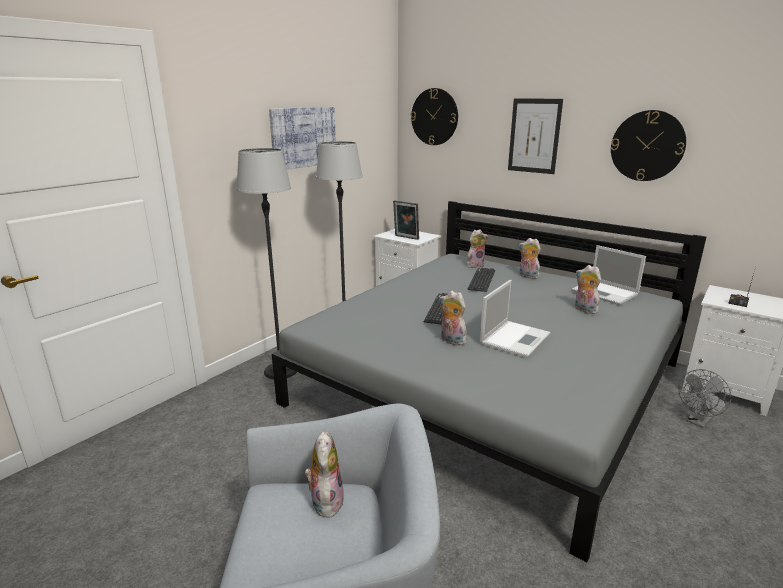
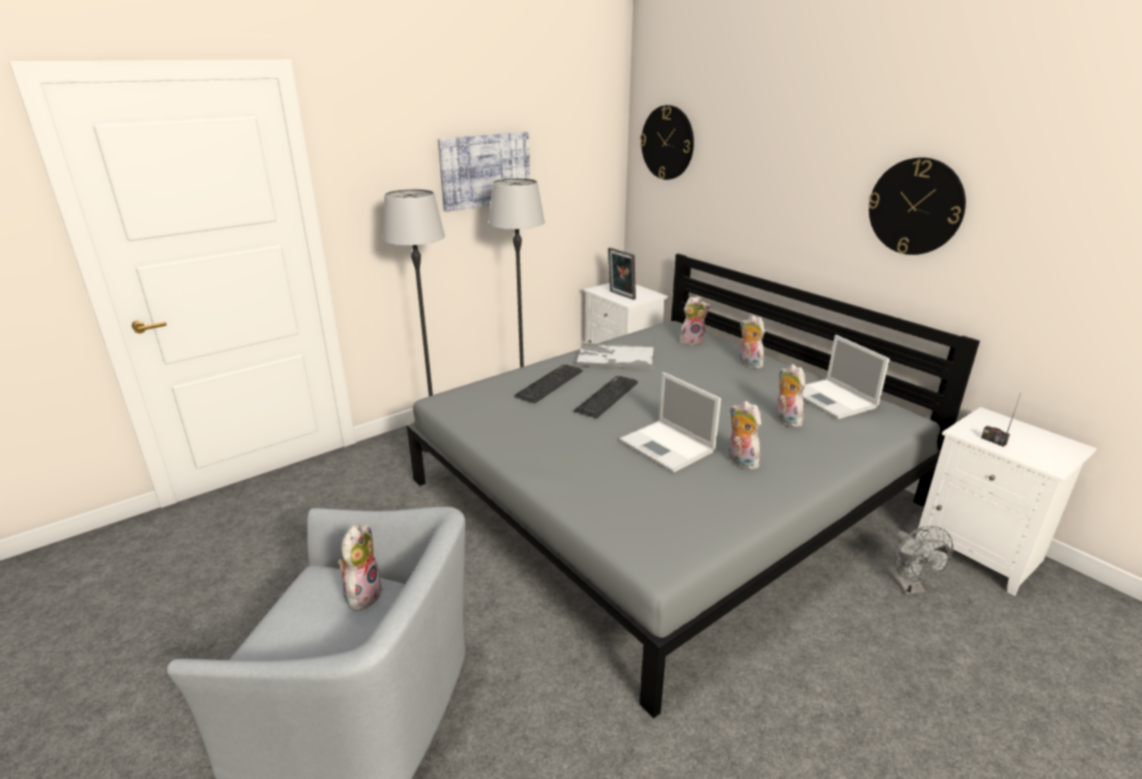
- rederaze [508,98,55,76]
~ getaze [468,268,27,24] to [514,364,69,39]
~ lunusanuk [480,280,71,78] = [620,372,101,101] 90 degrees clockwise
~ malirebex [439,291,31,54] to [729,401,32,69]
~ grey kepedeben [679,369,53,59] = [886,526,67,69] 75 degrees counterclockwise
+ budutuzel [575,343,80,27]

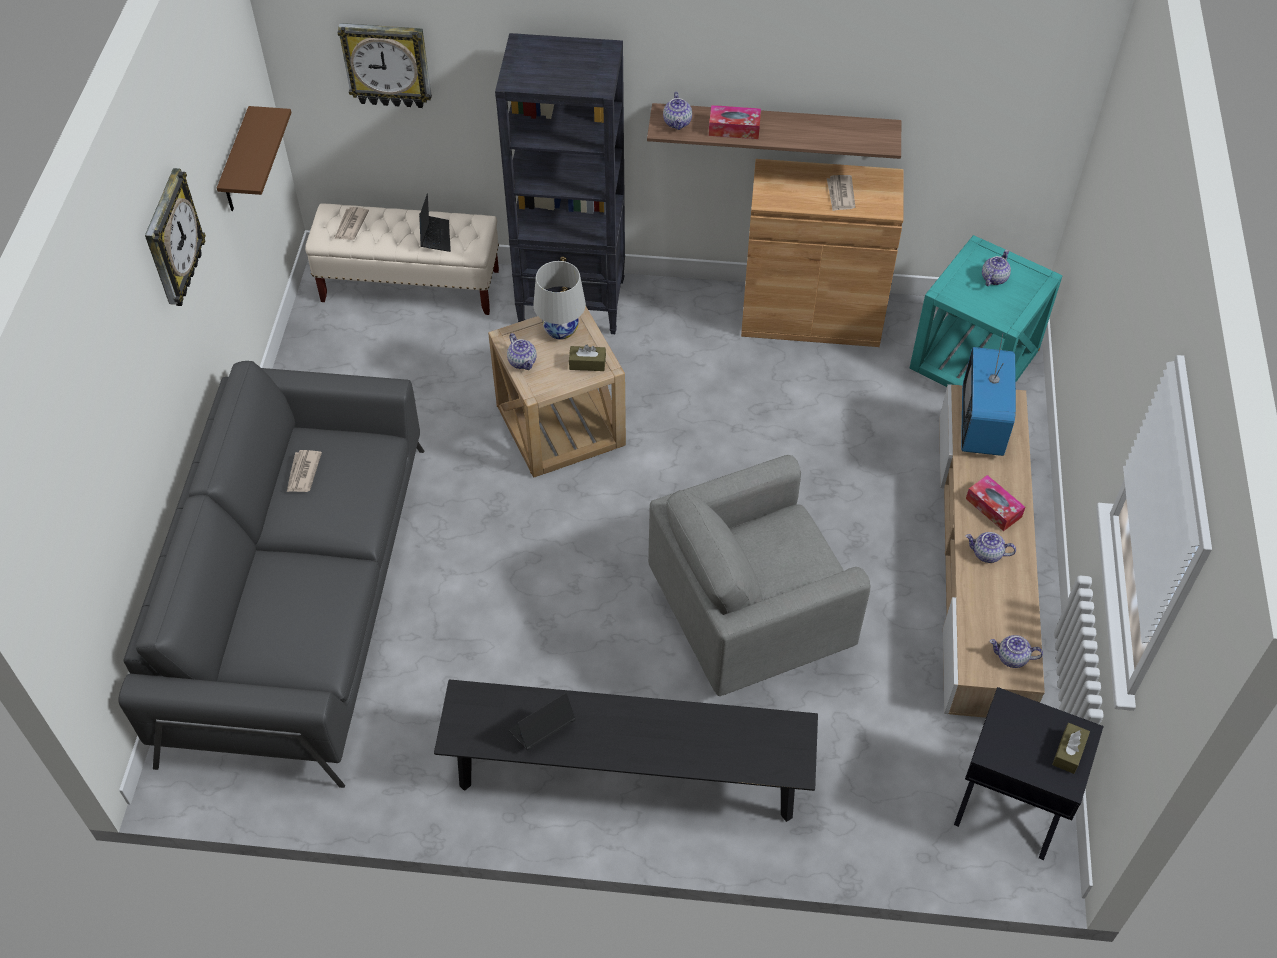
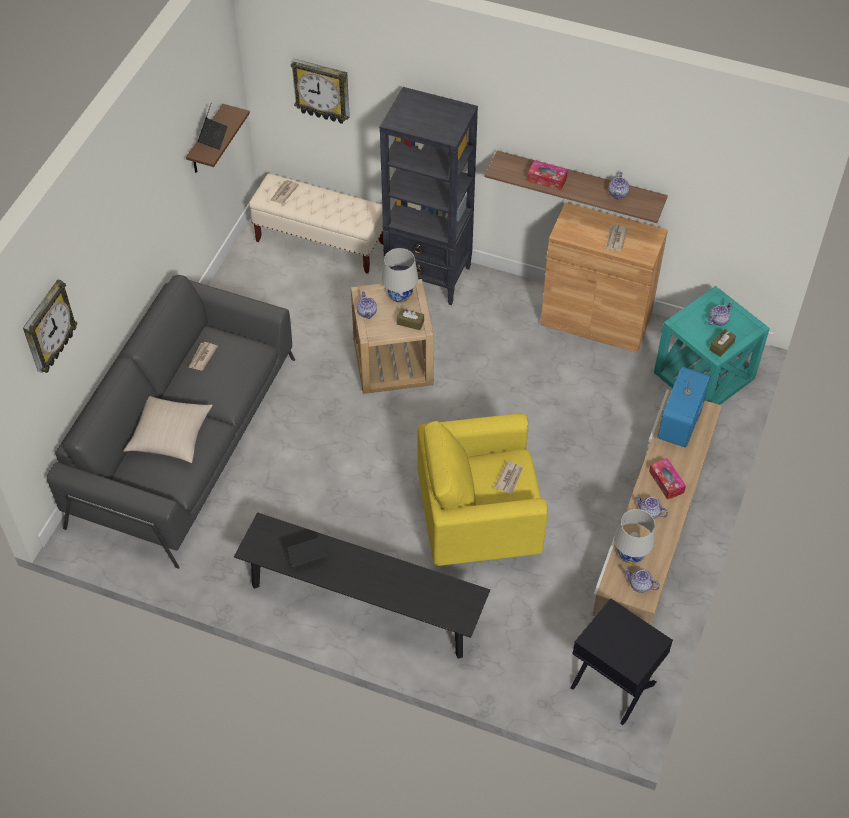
~ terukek [663,92,29,38] to [608,172,21,28]
~ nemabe [145,168,61,138] to [23,279,55,94]
~ lunusanuk [419,193,32,59] to [197,104,31,46]
~ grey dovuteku [648,455,222,241] to yellow dovuteku [417,413,131,153]
~ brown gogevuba [1052,723,38,51] to [710,329,26,28]
+ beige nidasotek [124,396,89,67]
+ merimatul [494,461,29,32]
+ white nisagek [614,509,41,55]

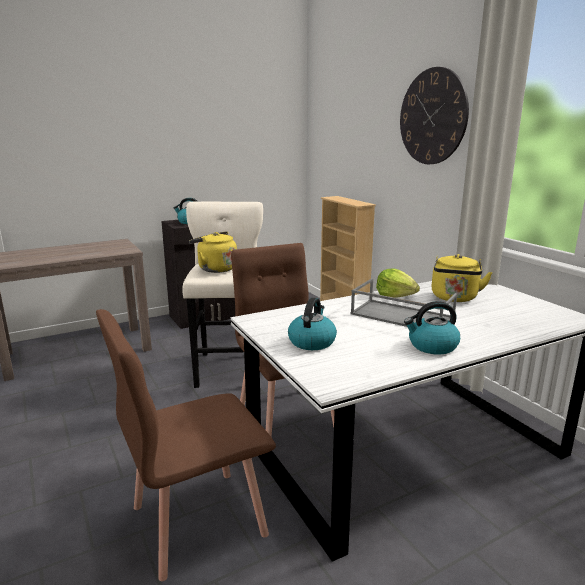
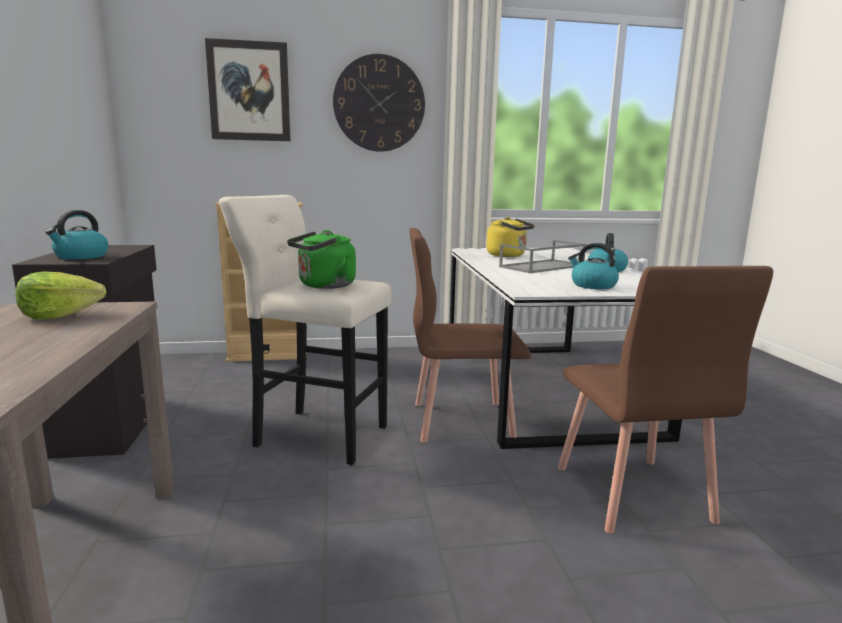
~ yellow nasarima [189,231,48,42] to green nasarima [287,230,69,59]
~ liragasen [376,268,44,30] to [15,272,91,47]
+ rederaze [205,38,86,103]

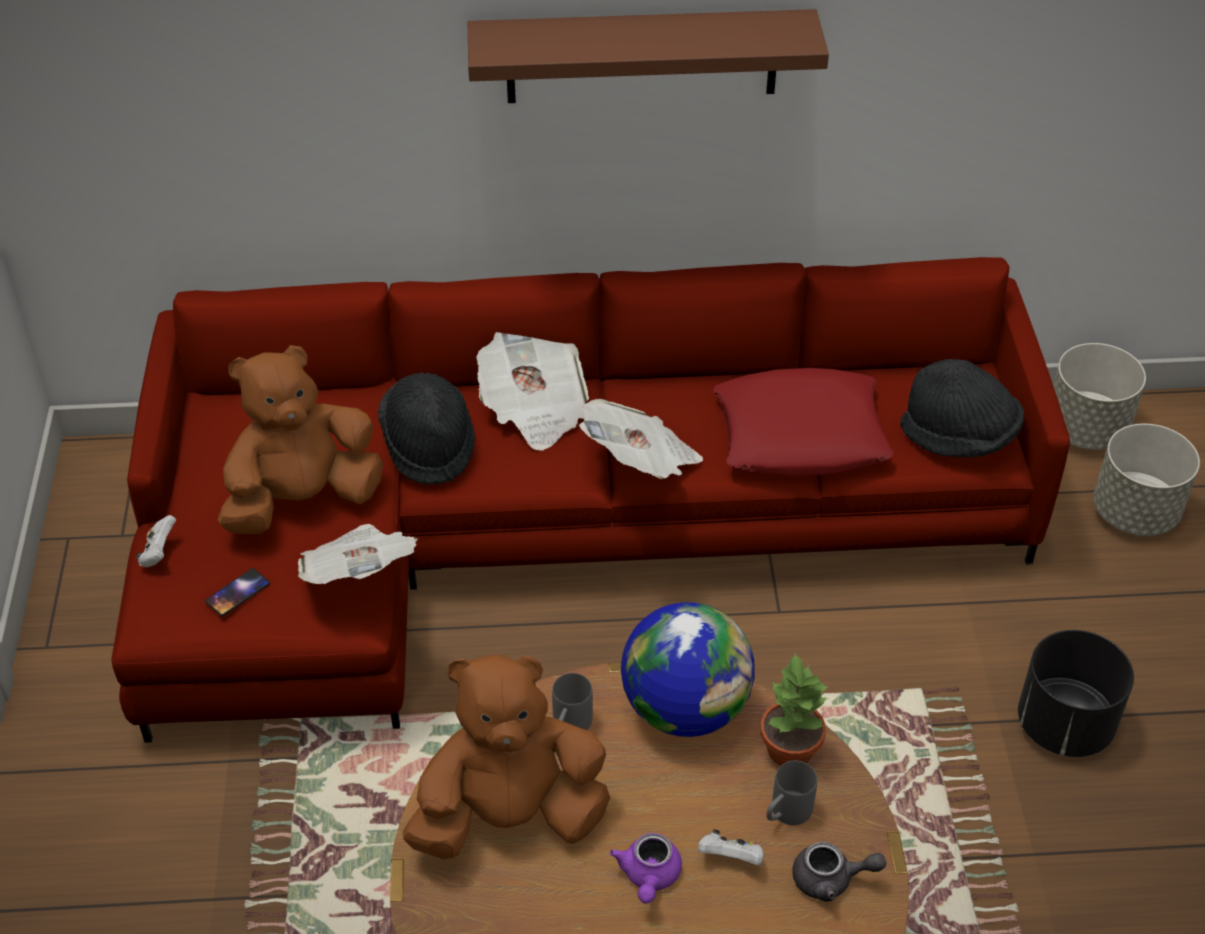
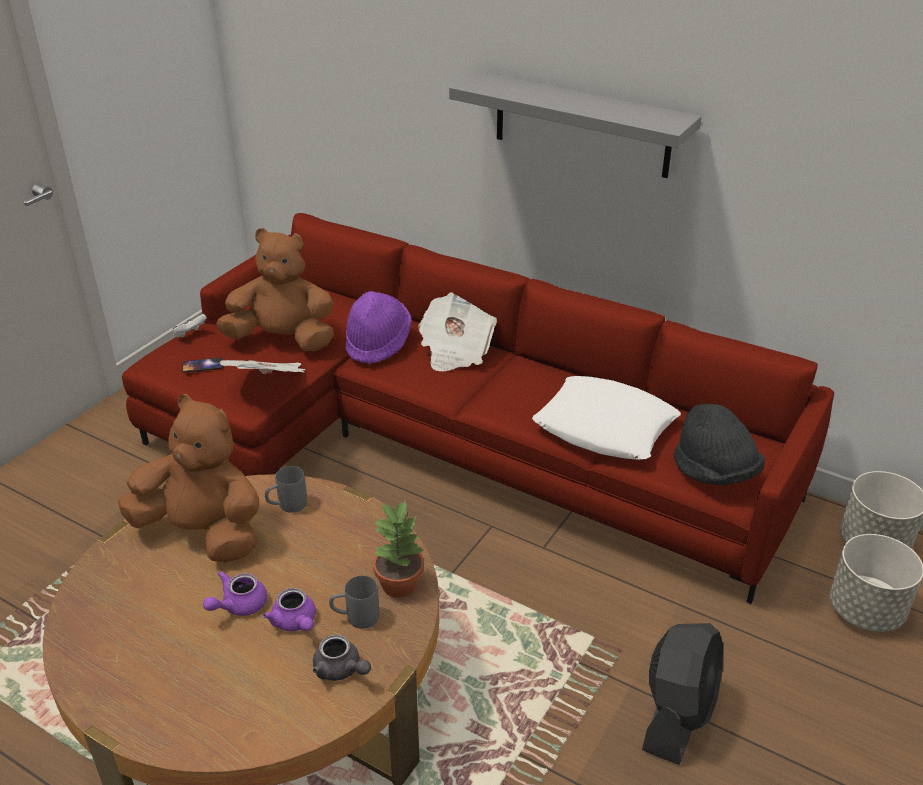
~ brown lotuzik [468,9,361,94] to grey lotuzik [449,72,253,106]
~ red nidasotek [713,368,181,108] to white nidasotek [532,376,149,84]
~ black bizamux [378,372,98,113] to purple bizamux [346,291,66,73]
- merimatul [579,399,124,80]
- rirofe [621,602,134,135]
~ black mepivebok [1018,630,116,127] to black kepedeben [642,623,81,142]
~ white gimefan [698,829,66,36] to purple terukek [263,588,53,43]

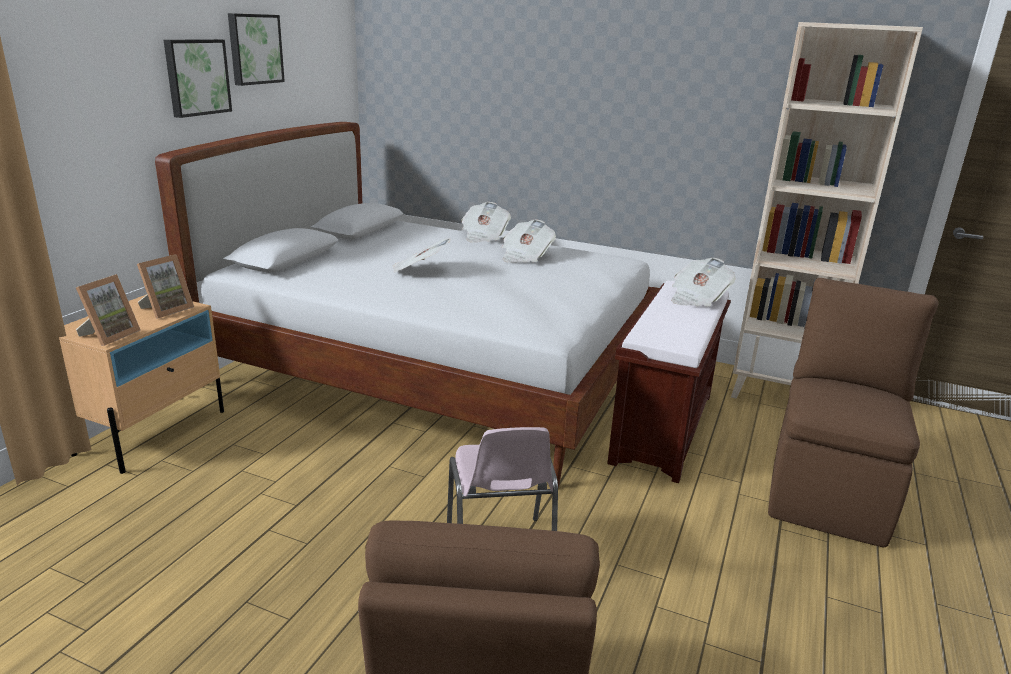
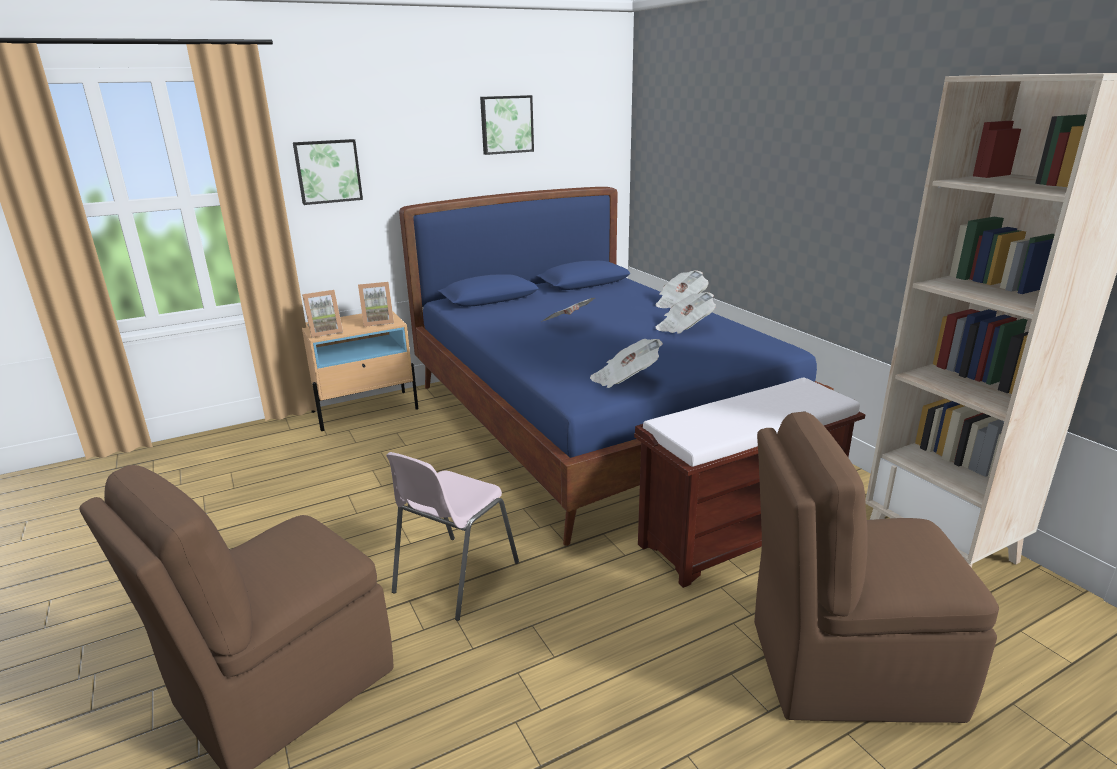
~ rederaze [164,39,68,79] to [293,139,70,66]
~ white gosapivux [155,122,504,365] to blue gosapivux [399,187,435,359]
~ merimatul [671,258,64,49] to [590,339,73,49]
~ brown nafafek [768,278,170,269] = [754,412,245,311] 150 degrees counterclockwise

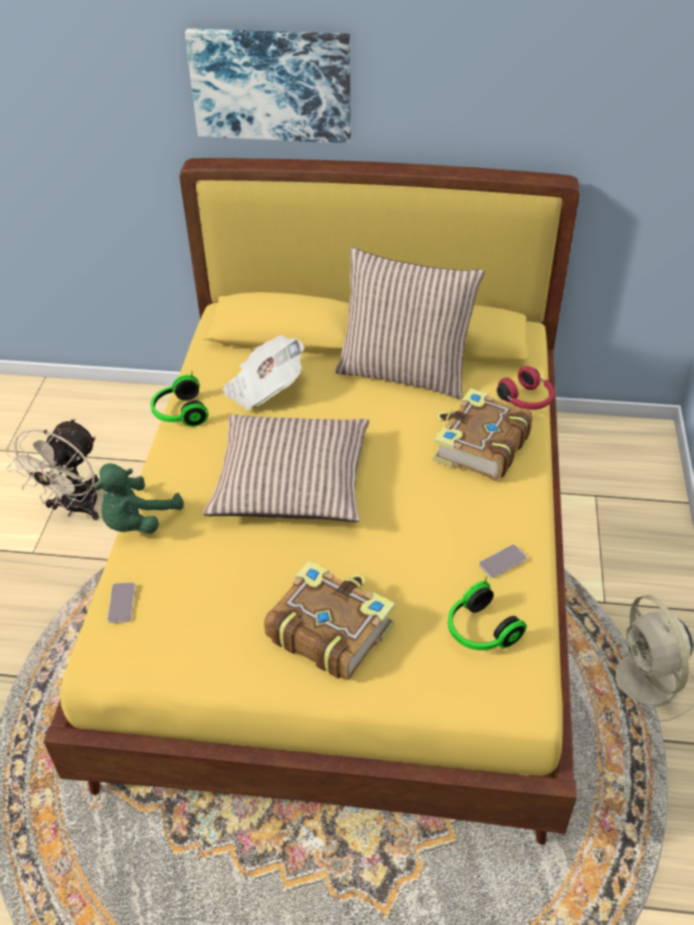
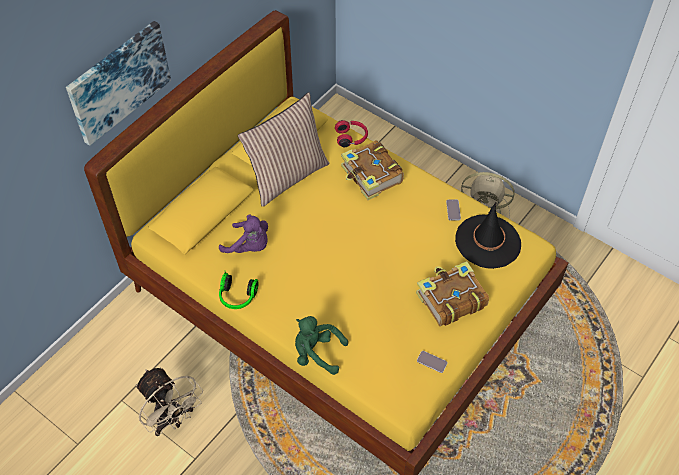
~ merimatul [222,335,83,76] to purple malirebex [219,214,49,39]
- nidasotek [203,414,166,108]
~ green malirebex [94,463,90,70] = [295,316,53,59] 135 degrees clockwise
~ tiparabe [448,576,79,74] to black bizamux [455,203,66,66]
~ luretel [107,582,29,41] to [417,351,30,22]

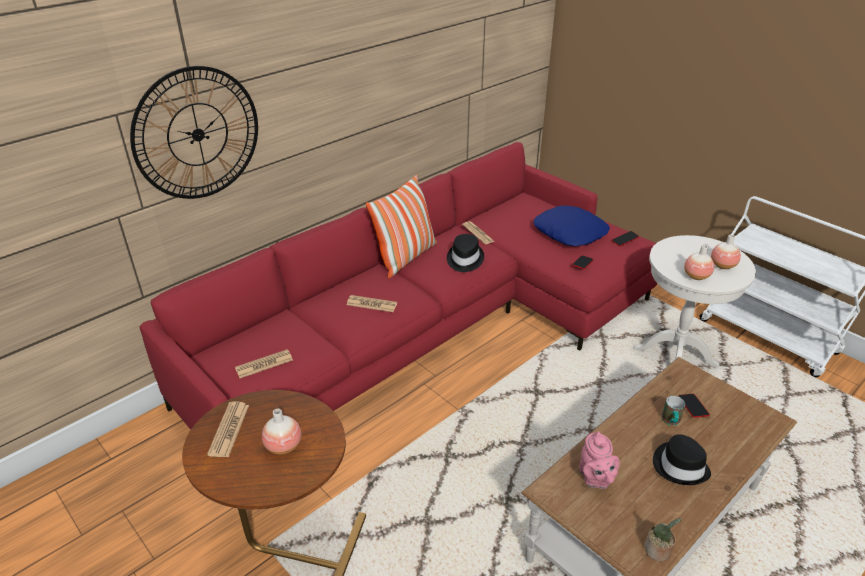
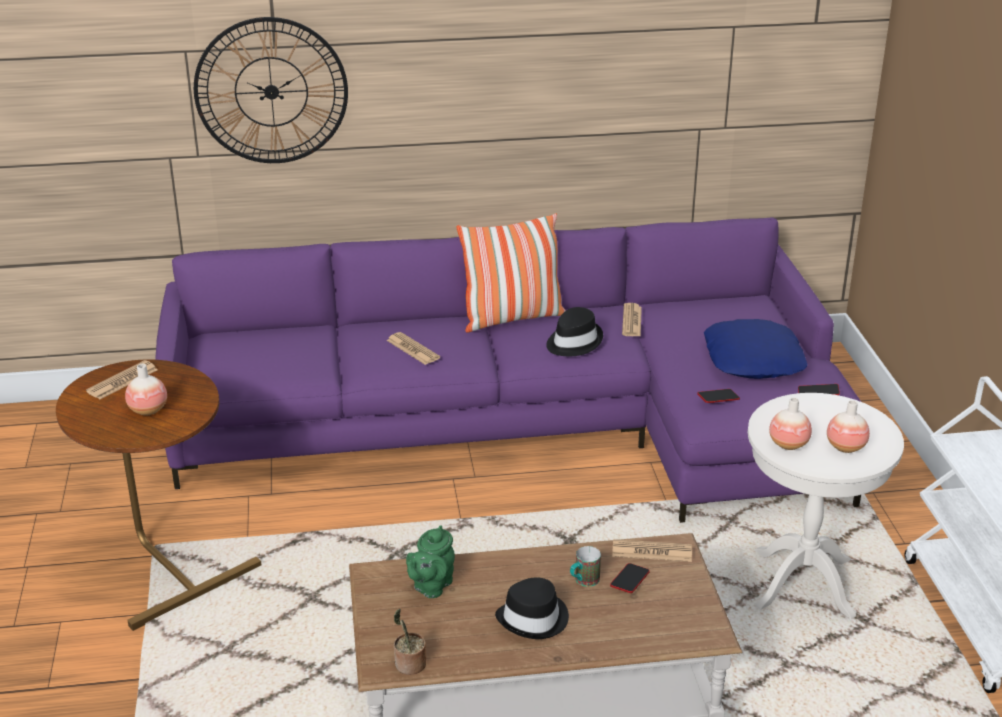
~ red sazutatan [140,142,517,287] to purple sazutatan [155,218,706,305]
~ merimatul [235,349,58,29] to [612,539,80,23]
~ pink terukek [579,431,41,58] to green terukek [406,525,49,73]

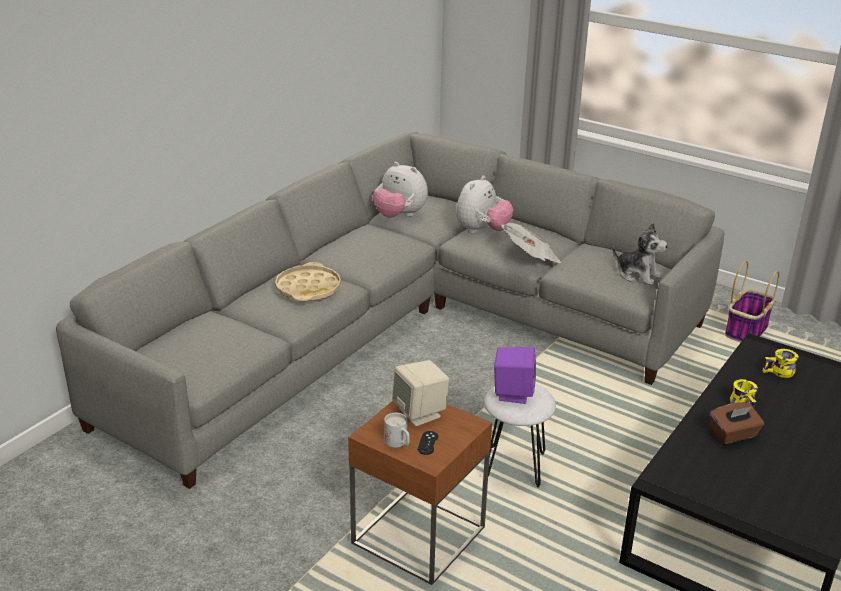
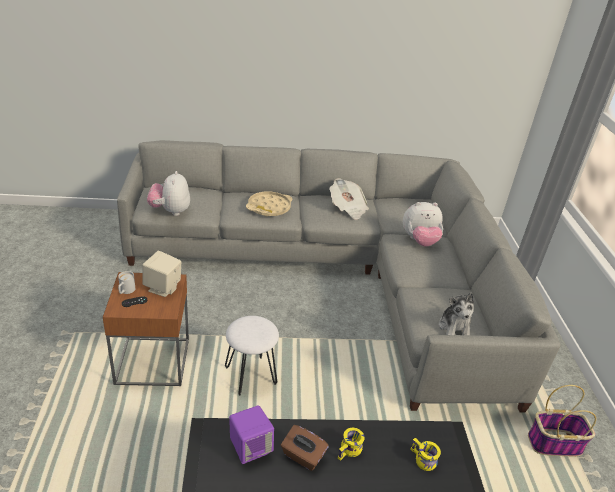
~ malirebex [373,162,55,56] to [147,171,43,45]
~ merimatul [501,223,60,40] to [329,178,40,42]
~ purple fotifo [494,347,42,57] to [229,405,45,59]

